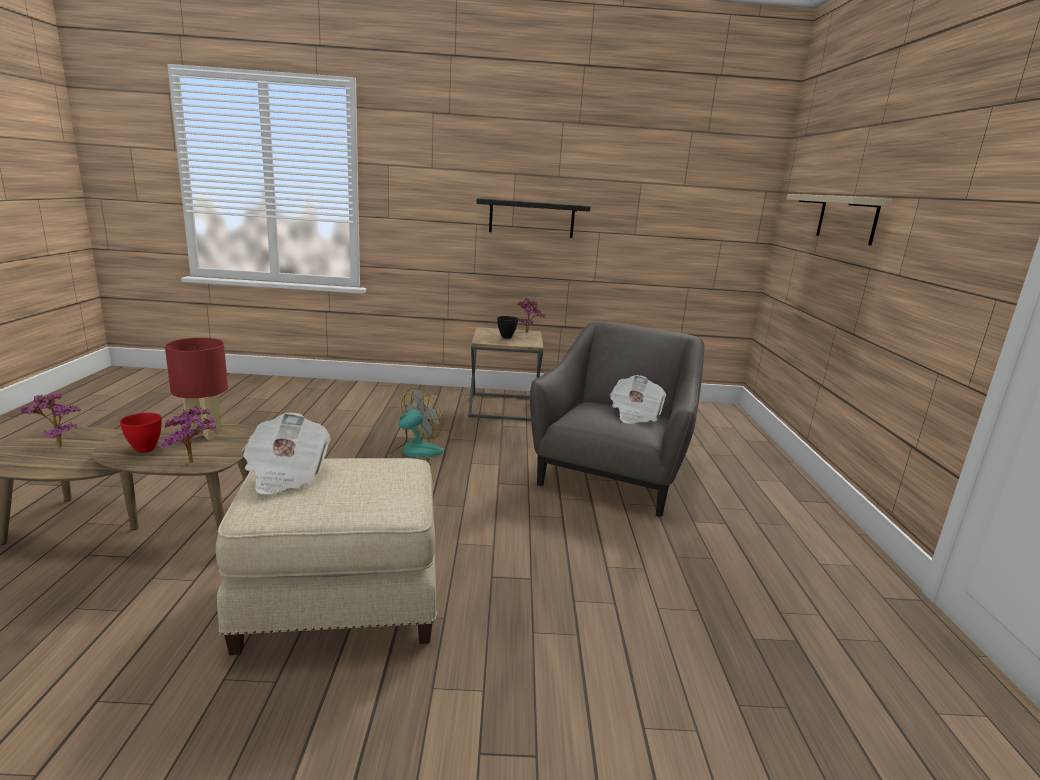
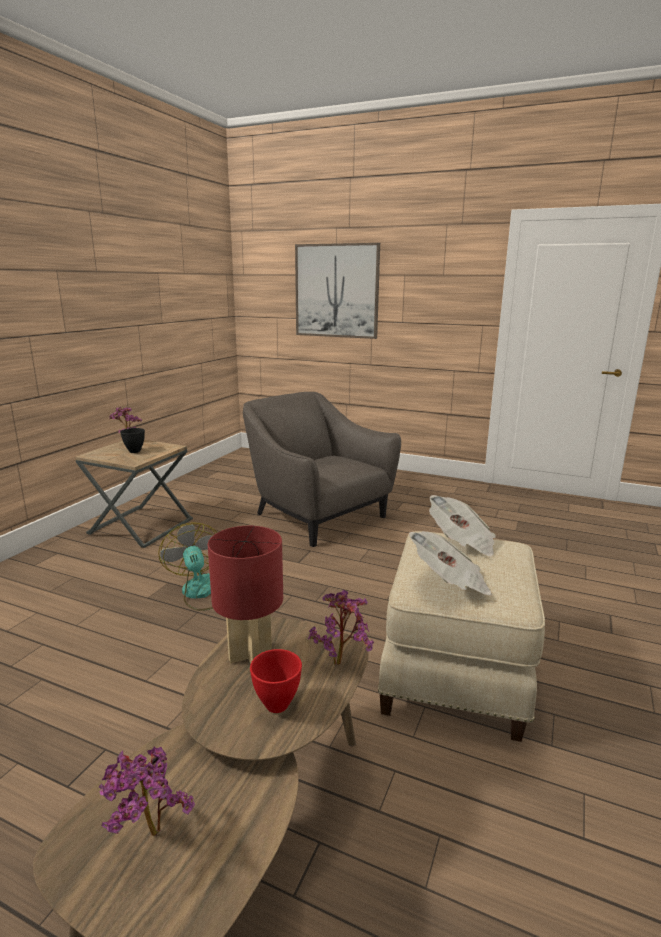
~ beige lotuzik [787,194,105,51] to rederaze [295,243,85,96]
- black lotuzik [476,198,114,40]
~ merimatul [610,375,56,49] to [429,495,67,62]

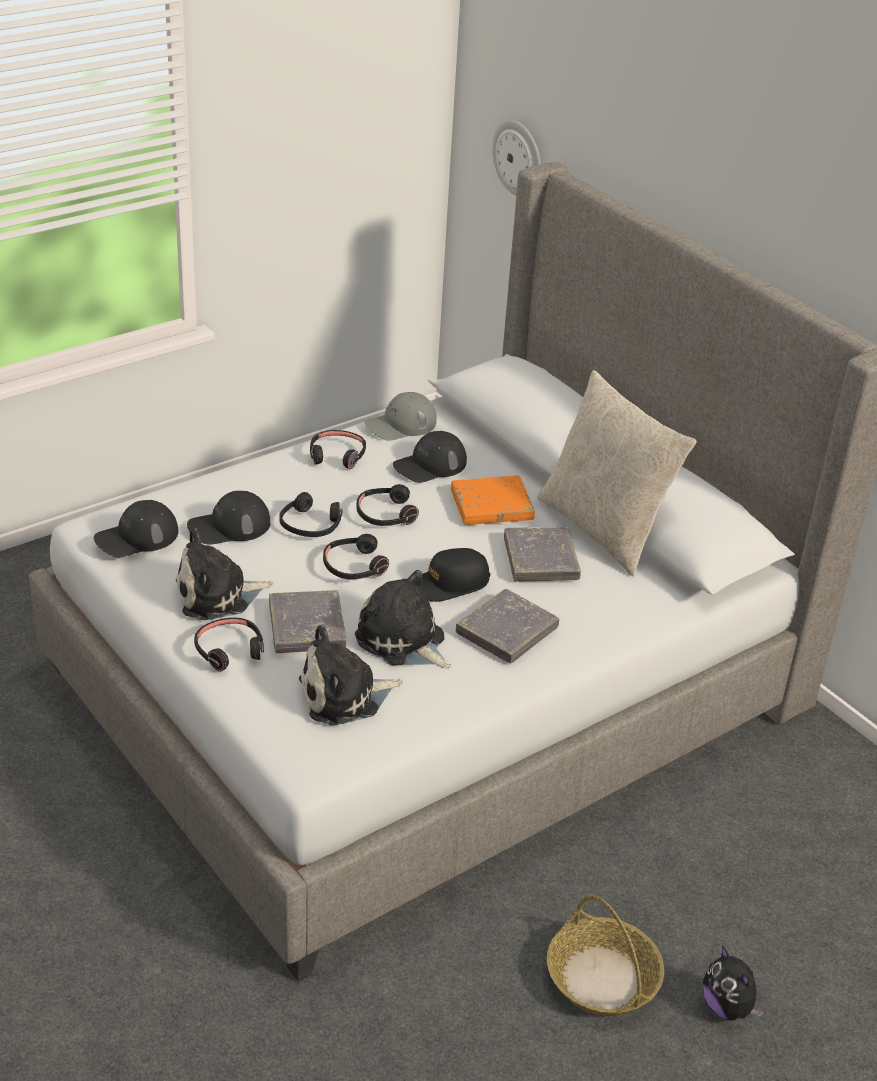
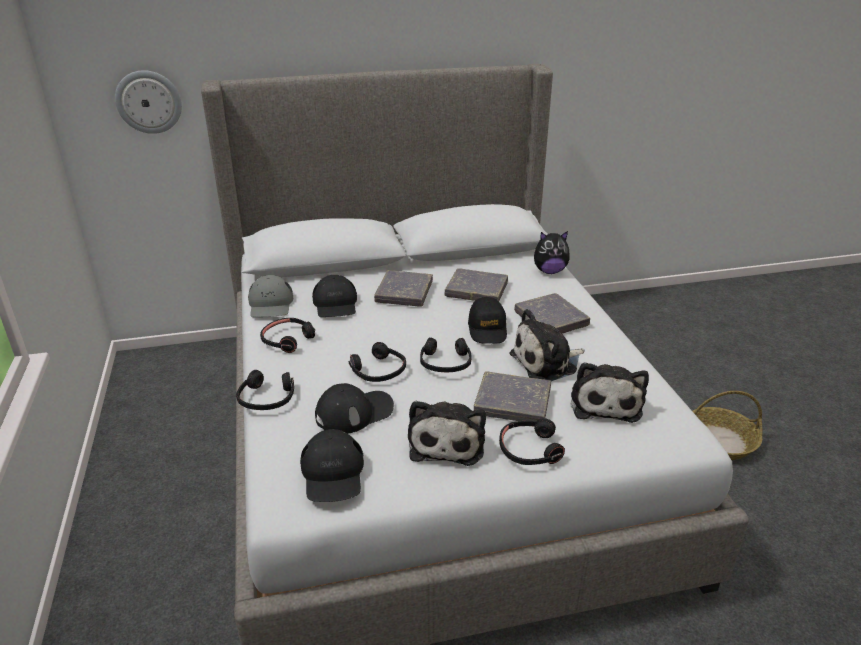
- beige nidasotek [537,370,160,206]
~ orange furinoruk [451,475,84,50] to grey furinoruk [374,270,59,37]
~ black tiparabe [356,484,63,42] to [236,370,58,40]
~ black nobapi [187,491,83,54] = [315,383,79,51] 120 degrees counterclockwise
~ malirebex [703,945,61,76] to [534,231,36,43]

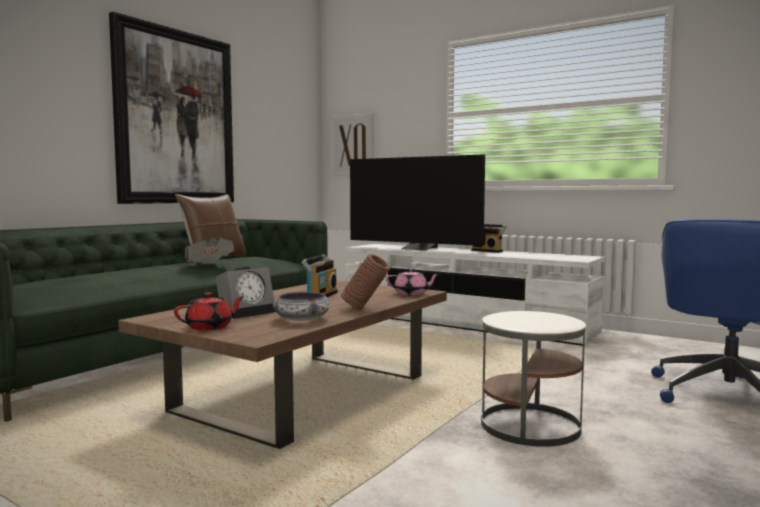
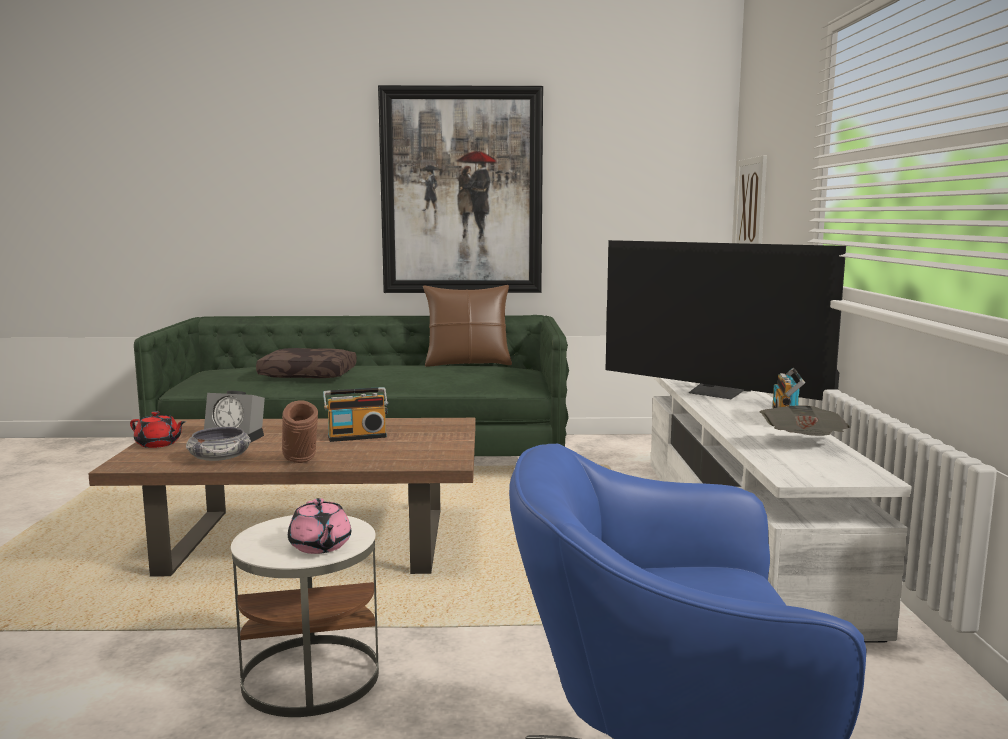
~ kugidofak [350,154,136,96] = [606,240,240,161] 45 degrees counterclockwise
~ merimatul [185,237,50,26] to [760,405,90,31]
~ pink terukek [386,268,53,27] to [288,498,63,56]
+ brown nidasotek [256,348,101,30]

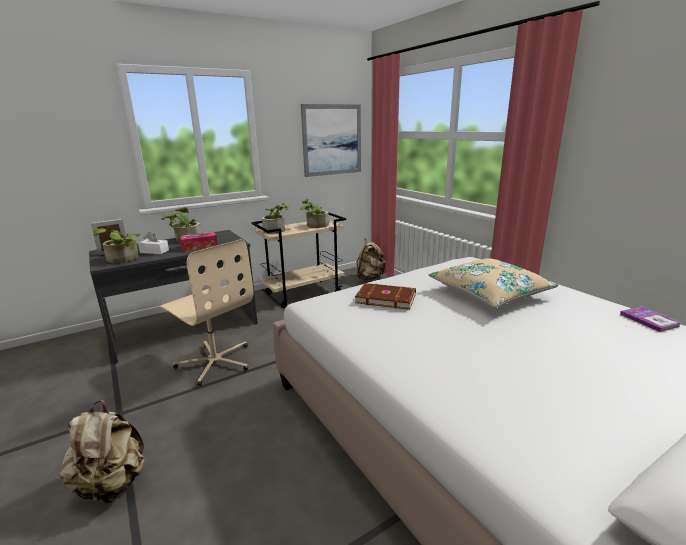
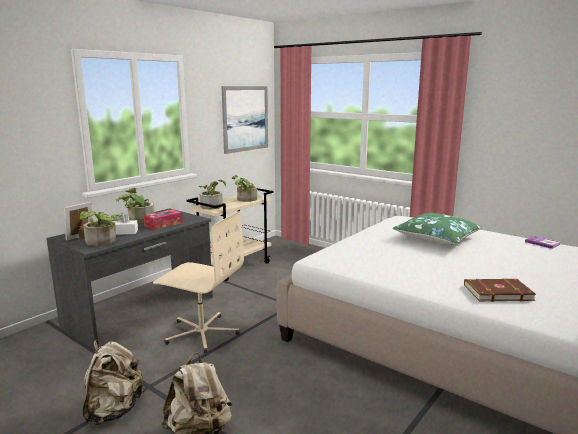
~ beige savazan [357,239,29,41] to [83,340,62,85]
~ beige nidasotek [429,258,129,50] to green nidasotek [393,213,89,32]
~ brown furinoruk [355,283,61,27] to [464,279,72,23]

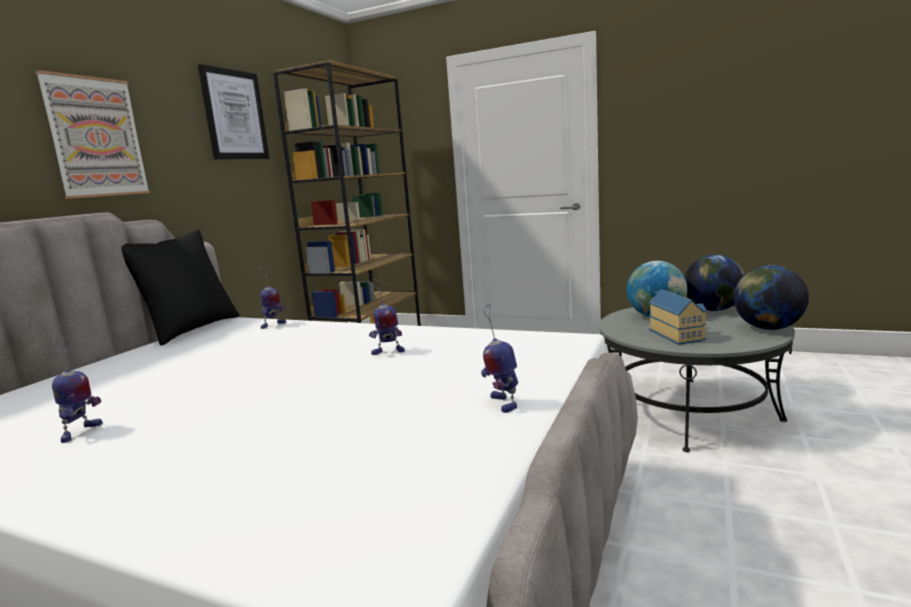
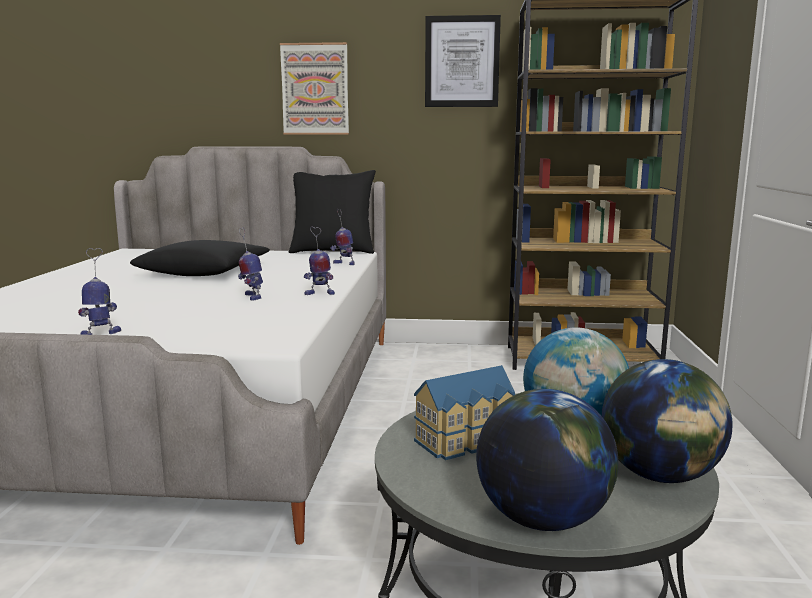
~ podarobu [49,337,54,106] to [304,227,31,68]
+ black nidasotek [130,240,140,36]

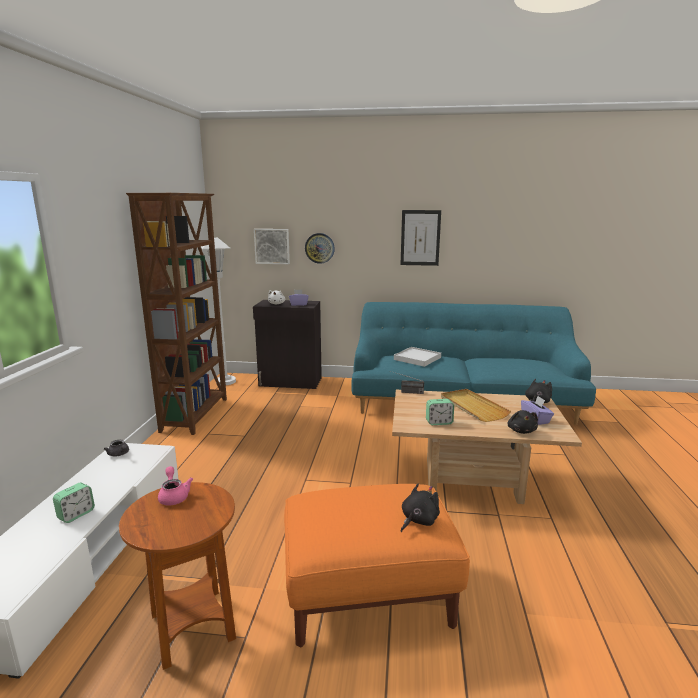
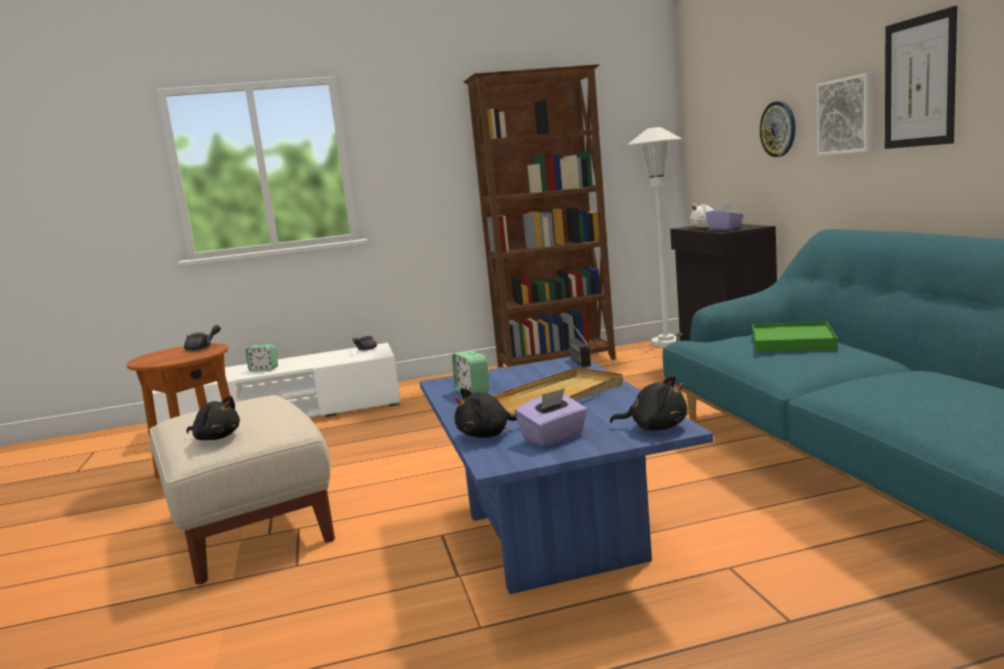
~ rederaze [254,229,36,35] to [816,73,58,82]
~ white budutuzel [394,347,47,20] to green budutuzel [752,321,86,31]
~ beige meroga [392,390,190,114] to blue meroga [420,357,293,237]
~ pink terukek [158,466,35,39] to grey terukek [184,325,37,26]
~ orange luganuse [284,484,186,163] to beige luganuse [150,395,185,189]

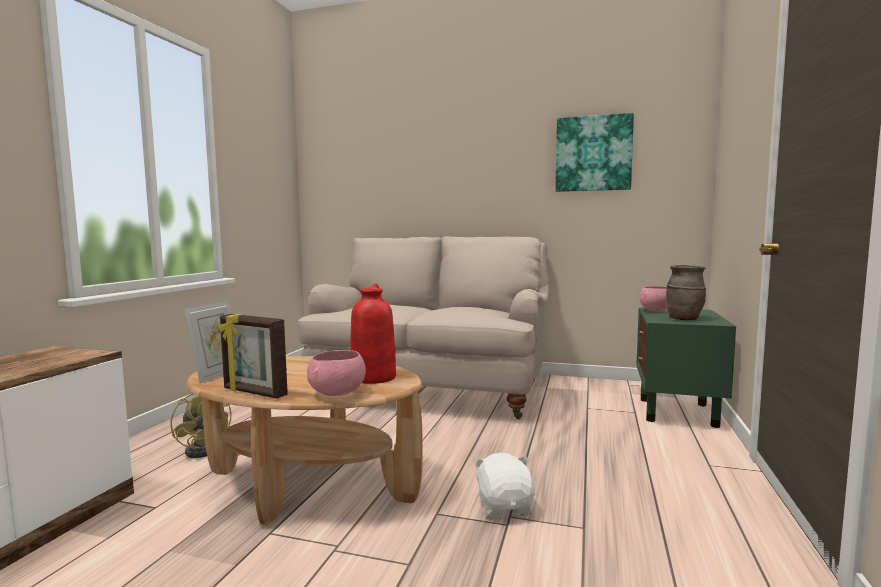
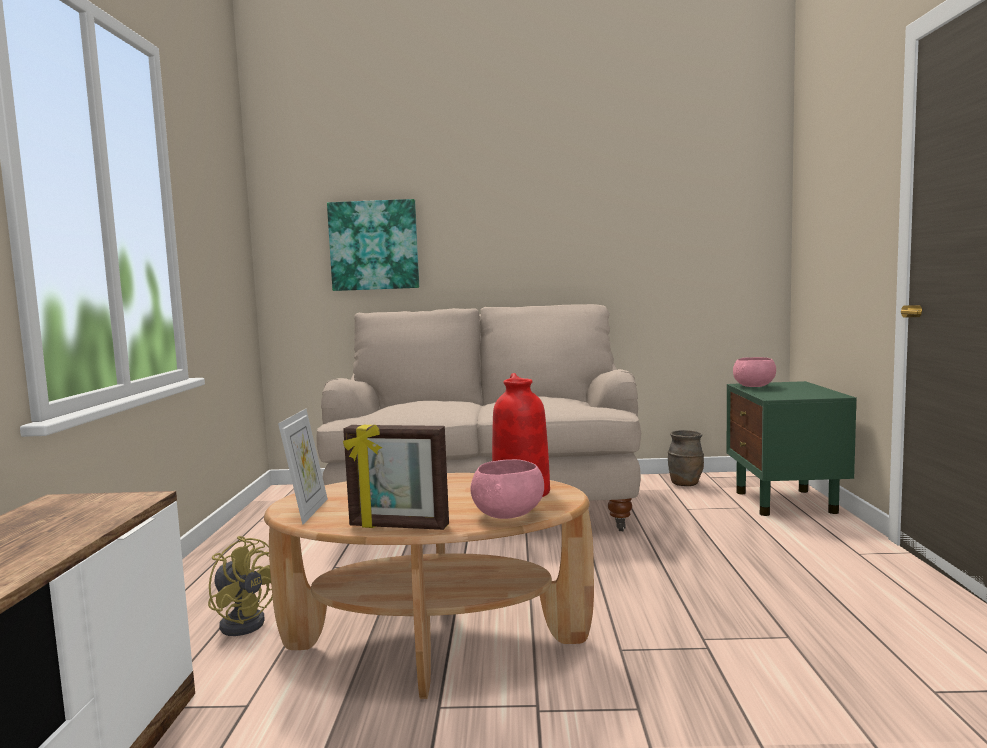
~ rederaze [556,113,78,79] to [327,199,92,92]
~ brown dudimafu [666,265,40,55] to [668,430,36,56]
- white malirebex [473,453,62,64]

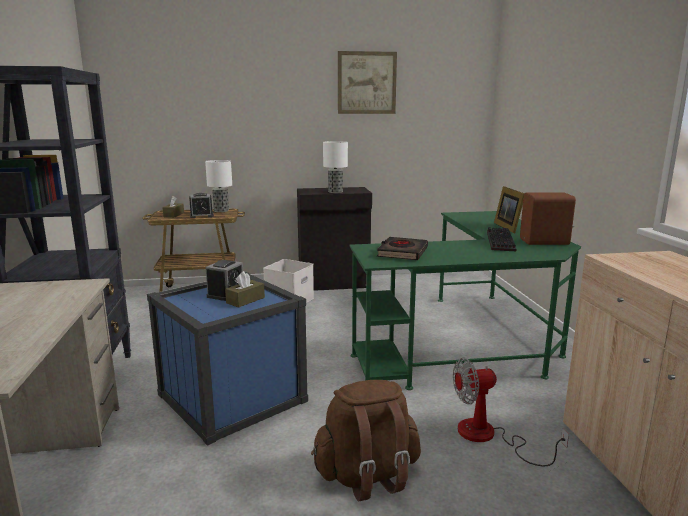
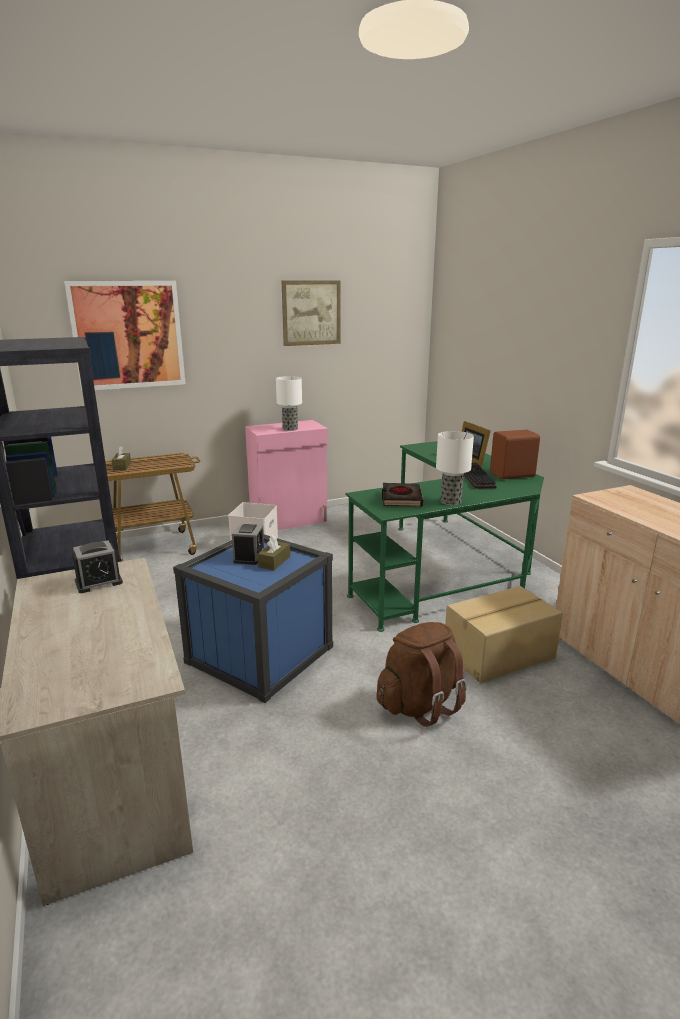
~ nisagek [205,160,27,52] to [436,431,38,74]
~ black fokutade [297,187,75,104] to pink fokutade [245,420,83,110]
~ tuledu [189,193,25,25] to [72,540,51,53]
~ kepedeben [453,357,116,109] to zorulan [445,586,118,98]
+ rederaze [64,281,122,110]

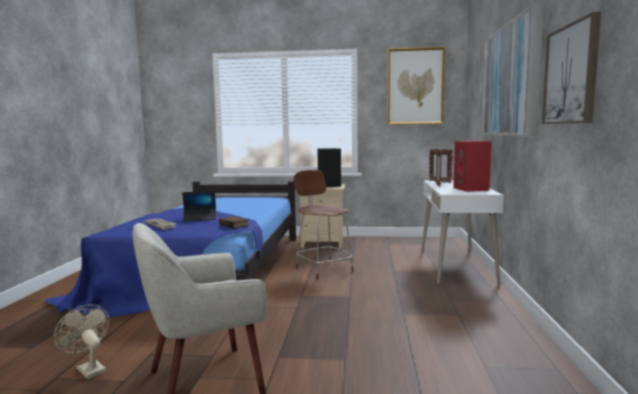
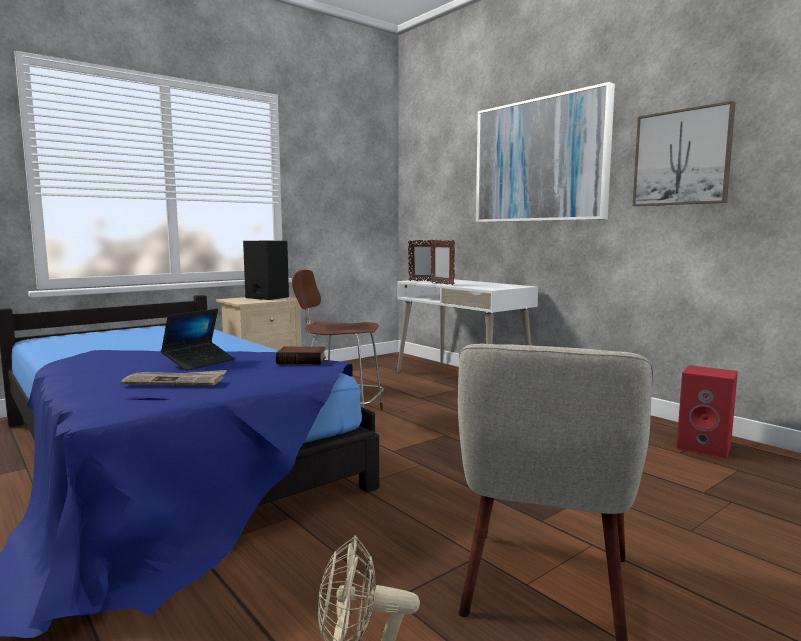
- rederaze [387,47,59,78]
~ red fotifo [453,141,39,51] to [676,365,62,94]

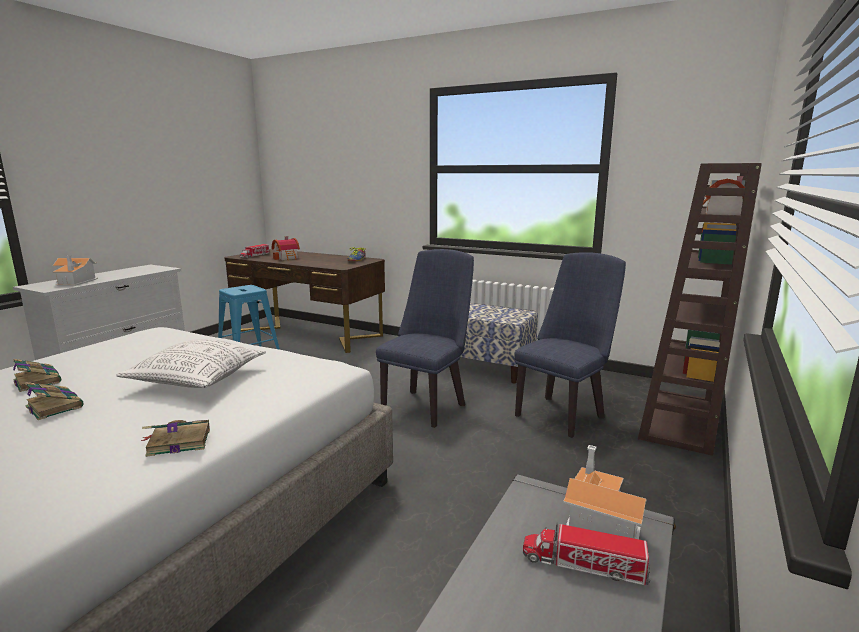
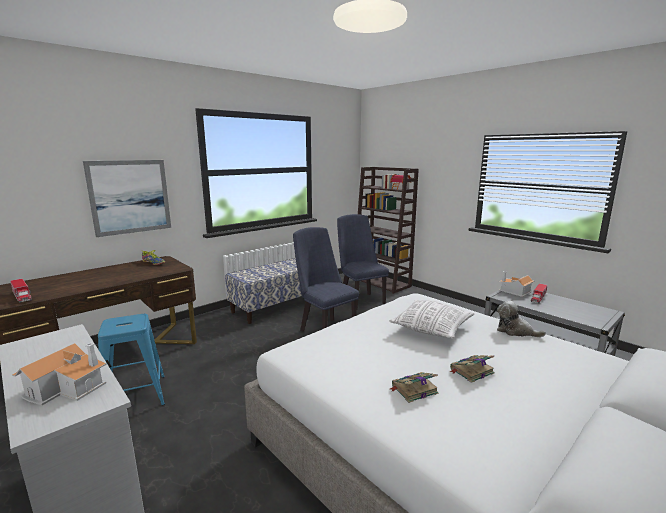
- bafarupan [272,236,28,24]
~ furinoruk [141,420,69,37] to malirebex [497,301,49,36]
+ rederaze [83,160,88,77]

